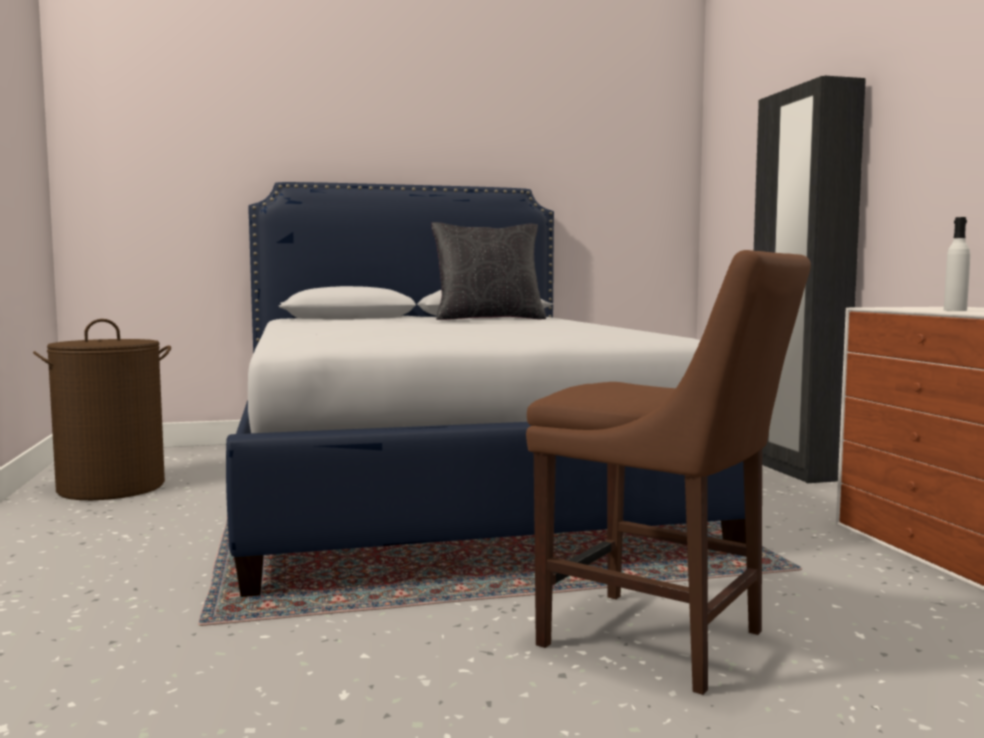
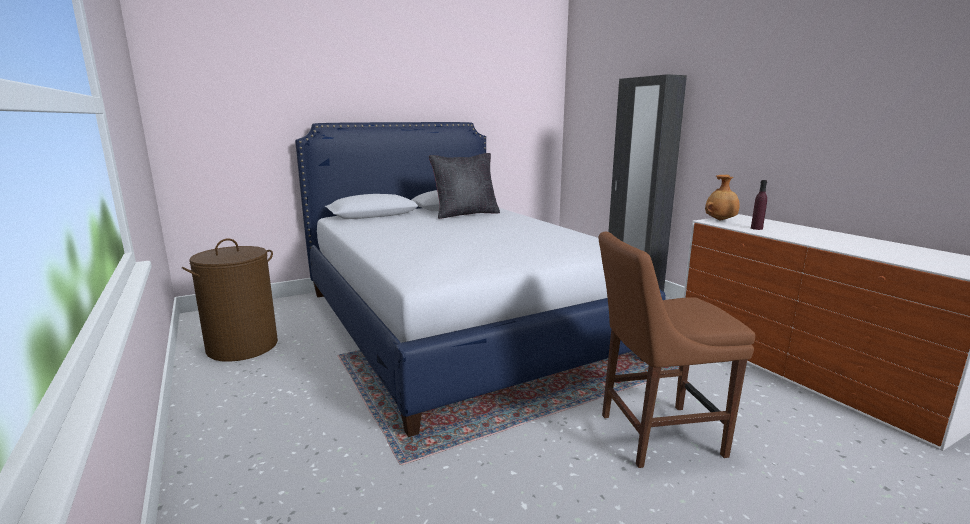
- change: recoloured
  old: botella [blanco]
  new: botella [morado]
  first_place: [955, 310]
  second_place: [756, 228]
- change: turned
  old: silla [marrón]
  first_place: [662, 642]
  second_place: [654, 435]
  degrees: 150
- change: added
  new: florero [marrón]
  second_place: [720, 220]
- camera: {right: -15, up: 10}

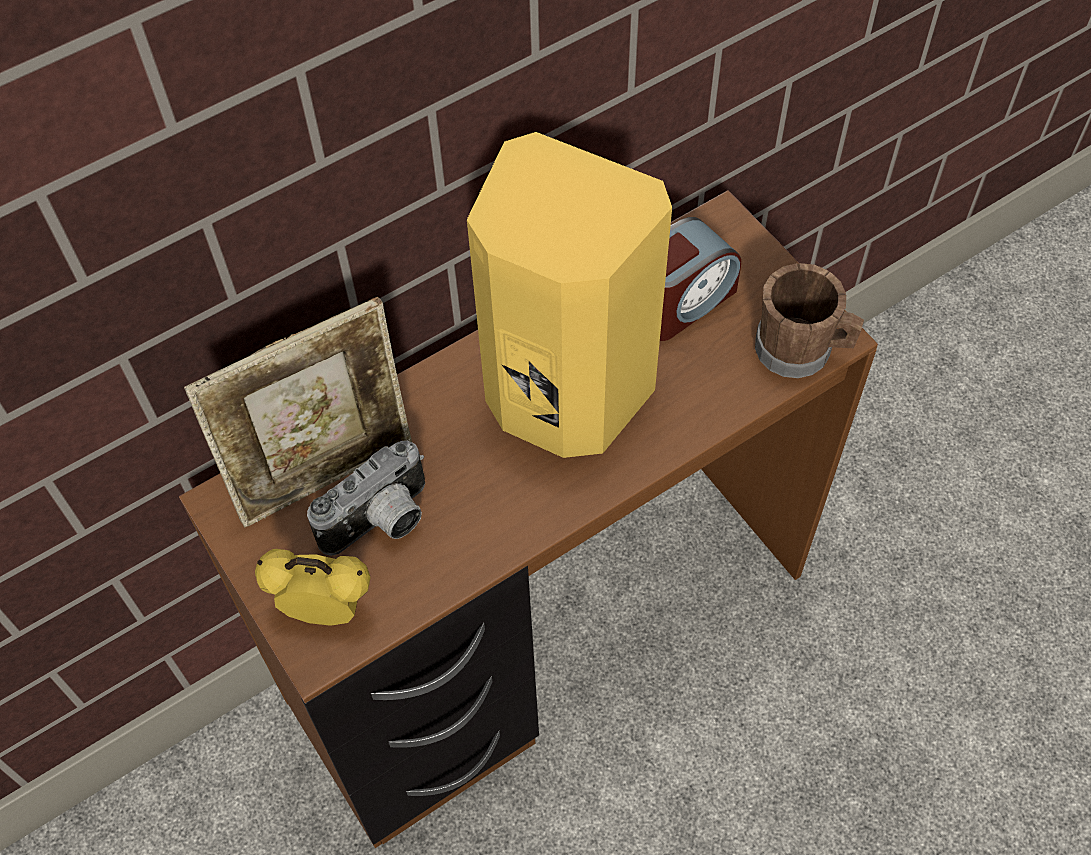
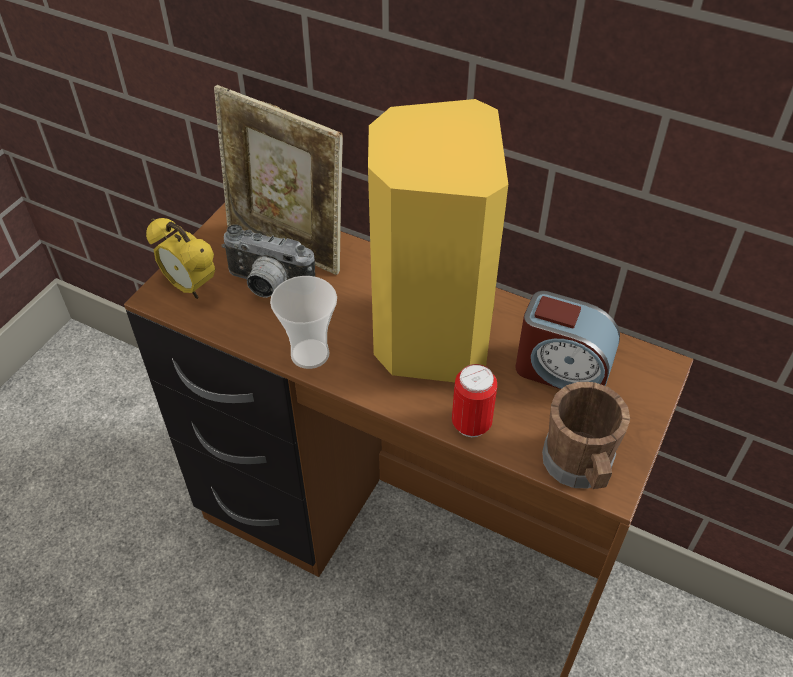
- change: turned
  old: despertador
  first_place: [326, 610]
  second_place: [190, 287]
  degrees: 150
- change: added
  new: taza
  second_place: [310, 354]
- change: added
  new: lata
  second_place: [471, 424]
- camera: {right: 60, up: -10}

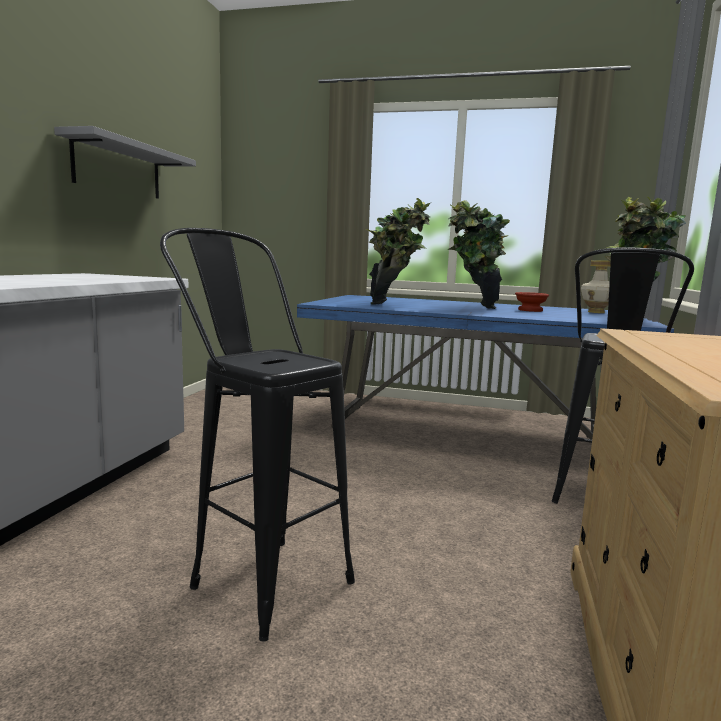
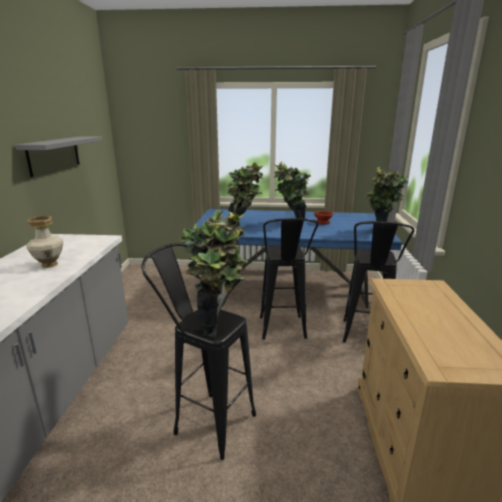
- change: moved
  old: florero
  first_place: [595, 312]
  second_place: [49, 265]
- change: added
  new: planta en maceta
  second_place: [219, 323]
- change: added
  new: taburete [negro]
  second_place: [283, 332]
- camera: {right: -10, up: 10}

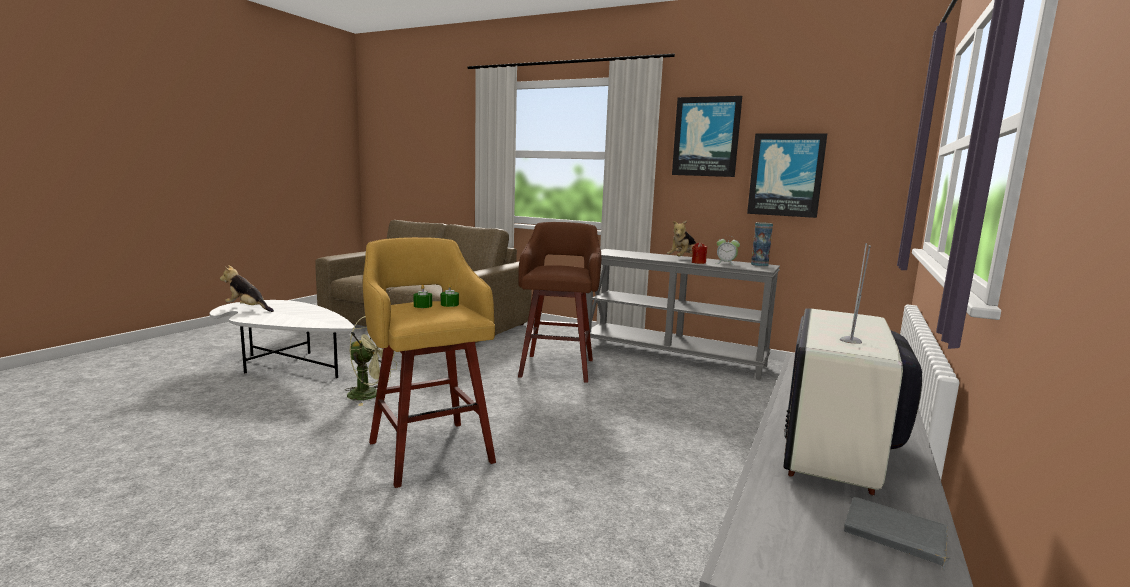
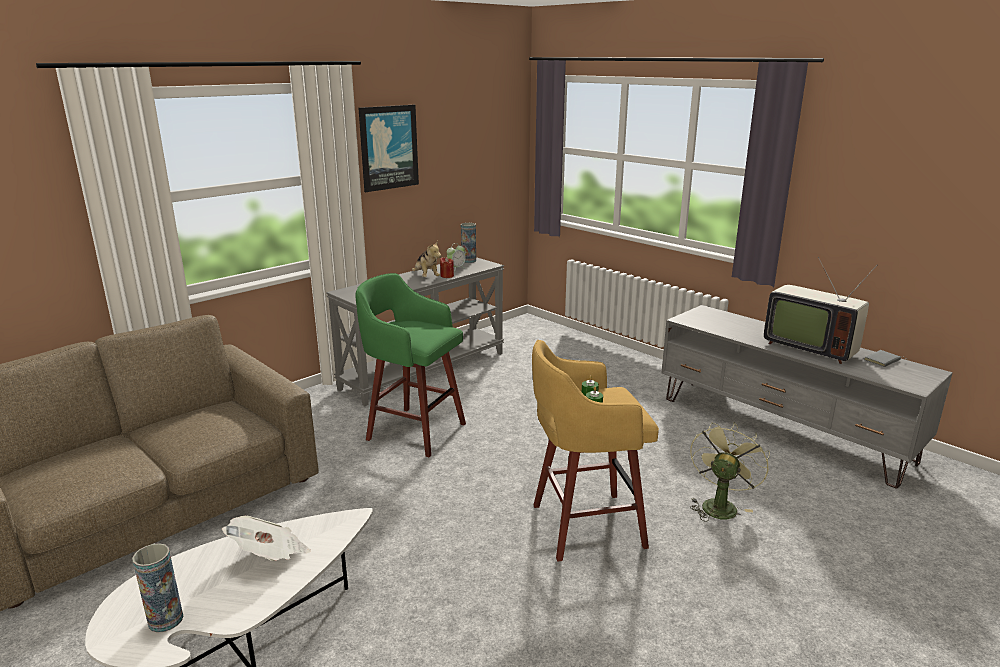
- change: removed
  old: cuadro
  first_place: [786, 175]
- change: recoloured
  old: taburete [marrón]
  new: taburete [verde]
  first_place: [558, 367]
  second_place: [414, 430]
- change: replaced
  old: peluche
  new: florero
  first_place: [248, 308]
  second_place: [165, 620]
- change: moved
  old: ventilador [verde]
  first_place: [371, 395]
  second_place: [719, 505]
- change: added
  new: periódico
  second_place: [270, 555]
- camera: {right: -70, up: 10}

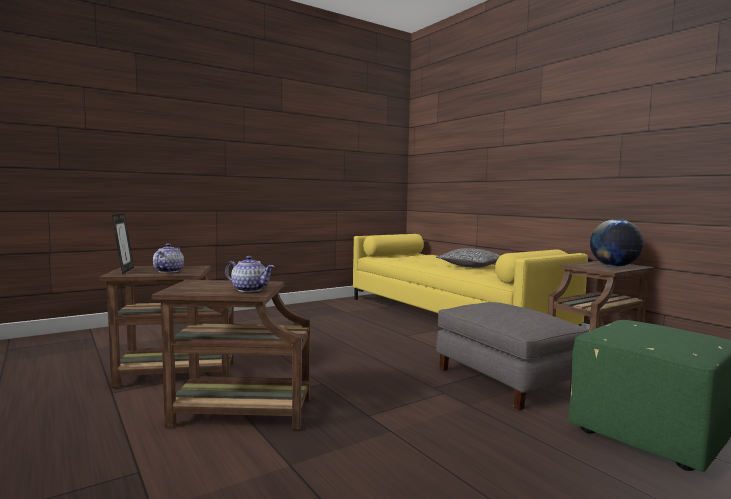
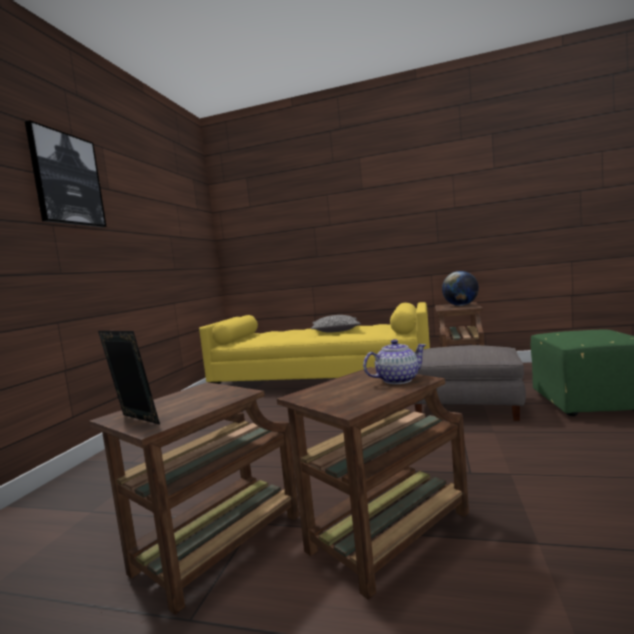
- change: removed
  old: tetera
  first_place: [168, 271]
- change: added
  new: cuadro
  second_place: [67, 179]
- camera: {right: -40, up: 0}

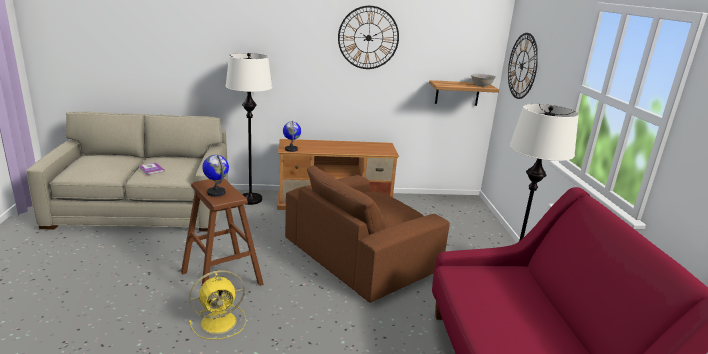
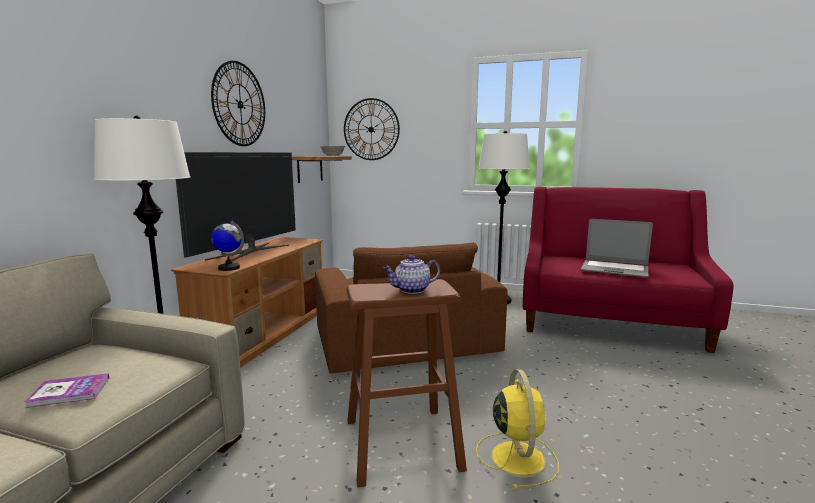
- change: replaced
  old: globo terráqueo
  new: tetera
  first_place: [216, 192]
  second_place: [411, 290]
- change: added
  new: televisor
  second_place: [250, 252]
- change: added
  new: portátil
  second_place: [614, 269]
- camera: {right: -65, up: -10}

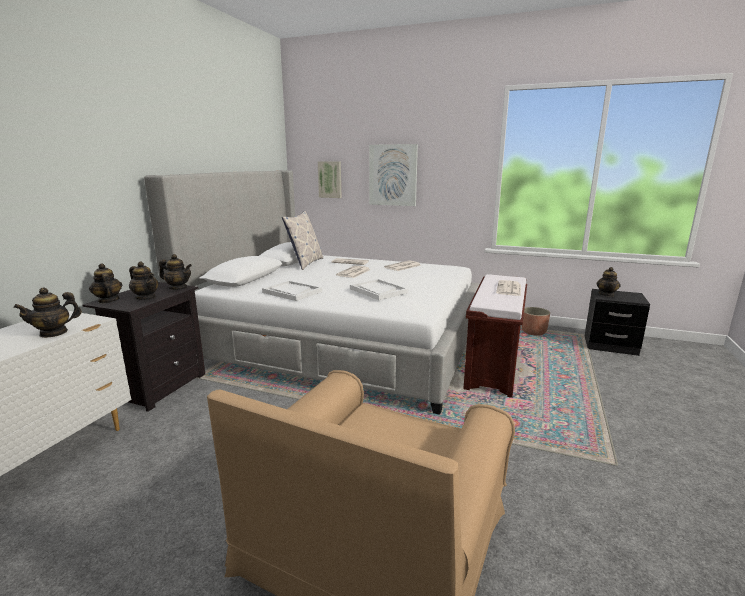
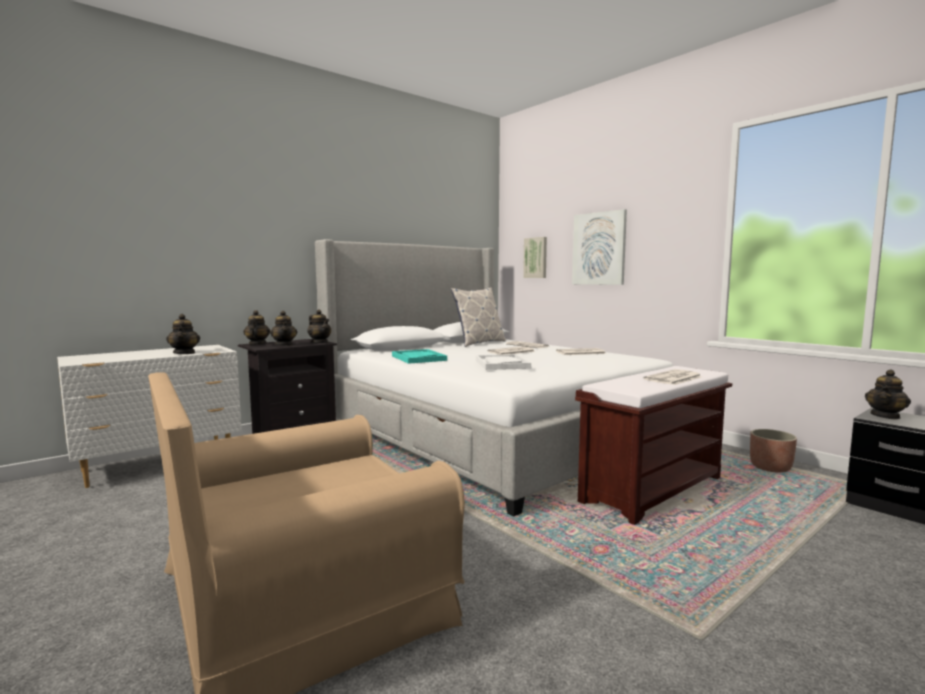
- change: recoloured
  old: bandeja [blanco]
  new: bandeja [turquesa]
  first_place: [292, 292]
  second_place: [418, 358]
- change: turned
  old: tetera
  first_place: [54, 333]
  second_place: [184, 353]
  degrees: -105
- camera: {right: 30, up: -10}

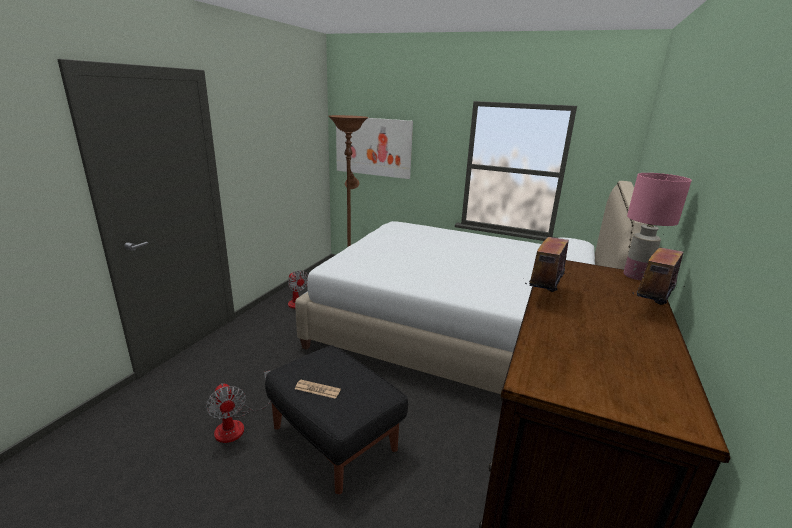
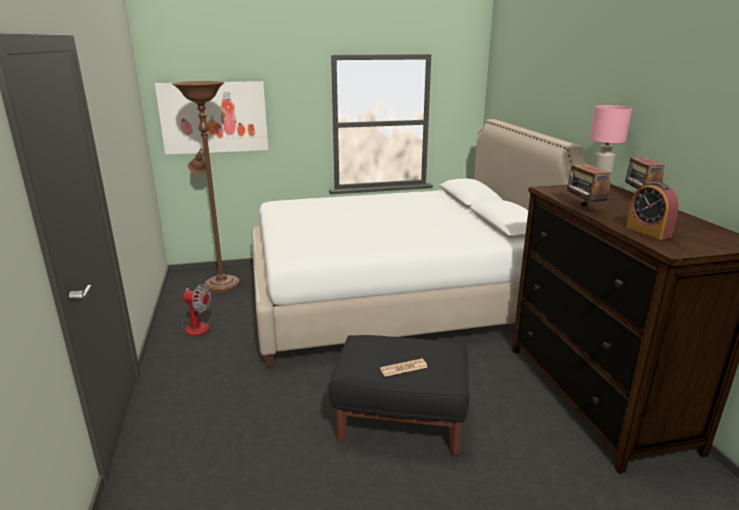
- change: removed
  old: ventilador
  first_place: [237, 424]
- change: added
  new: despertador
  second_place: [648, 232]
- camera: {right: -35, up: 0}

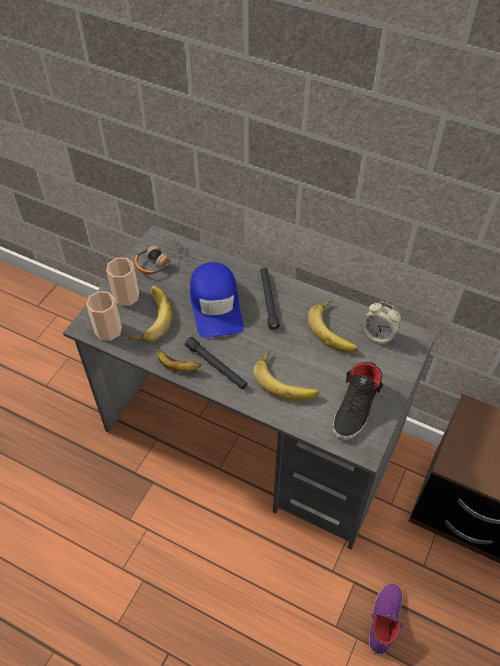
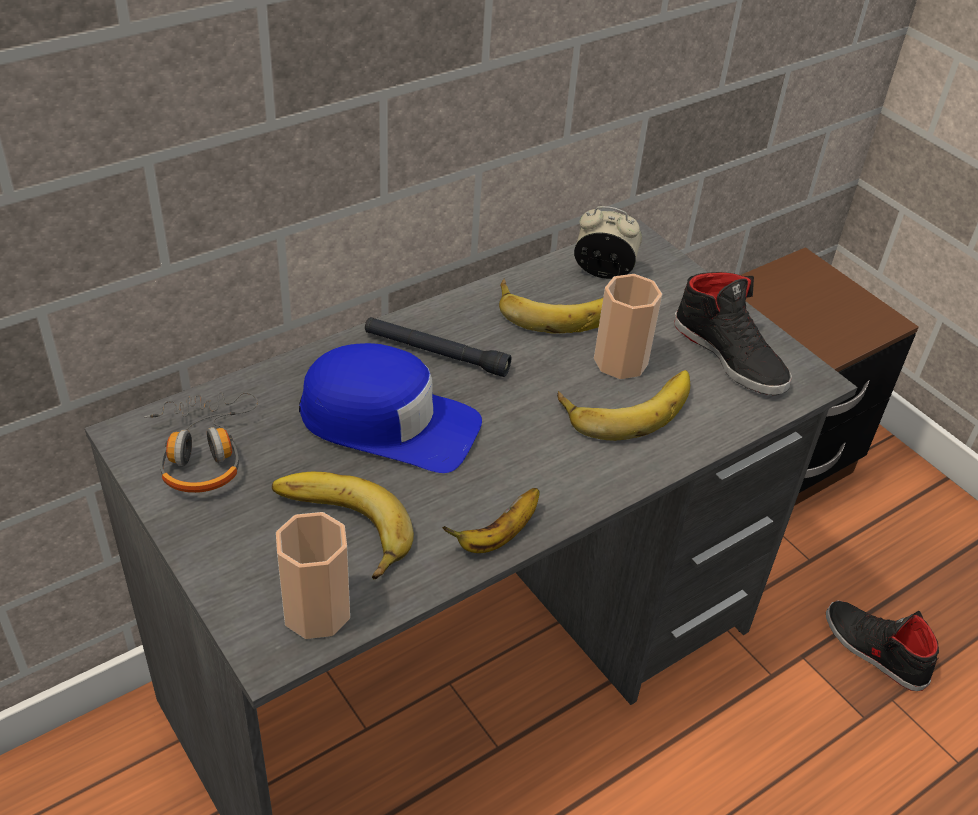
- change: moved
  old: taza
  first_place: [126, 296]
  second_place: [620, 361]
- change: turned
  old: despertador
  first_place: [378, 335]
  second_place: [603, 272]
  degrees: -135
- change: removed
  old: linterna [negro]
  first_place: [216, 366]
- change: recoloured
  old: zapato [morado]
  new: zapato [negro]
  first_place: [384, 619]
  second_place: [874, 650]
- camera: {right: -65, up: -10}

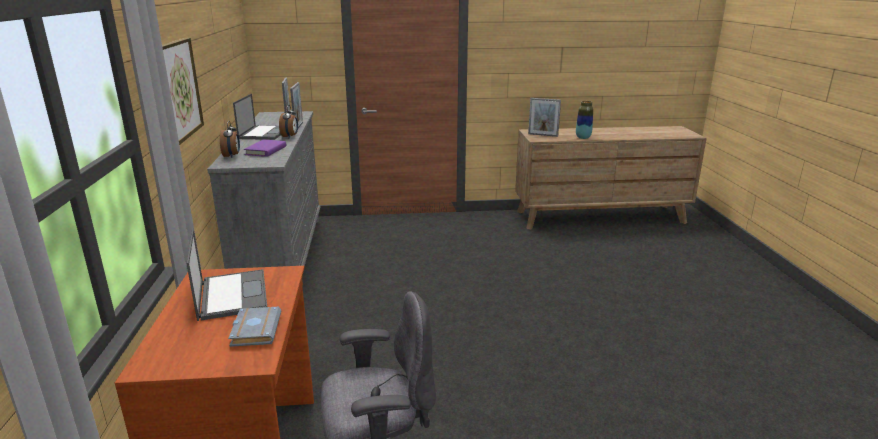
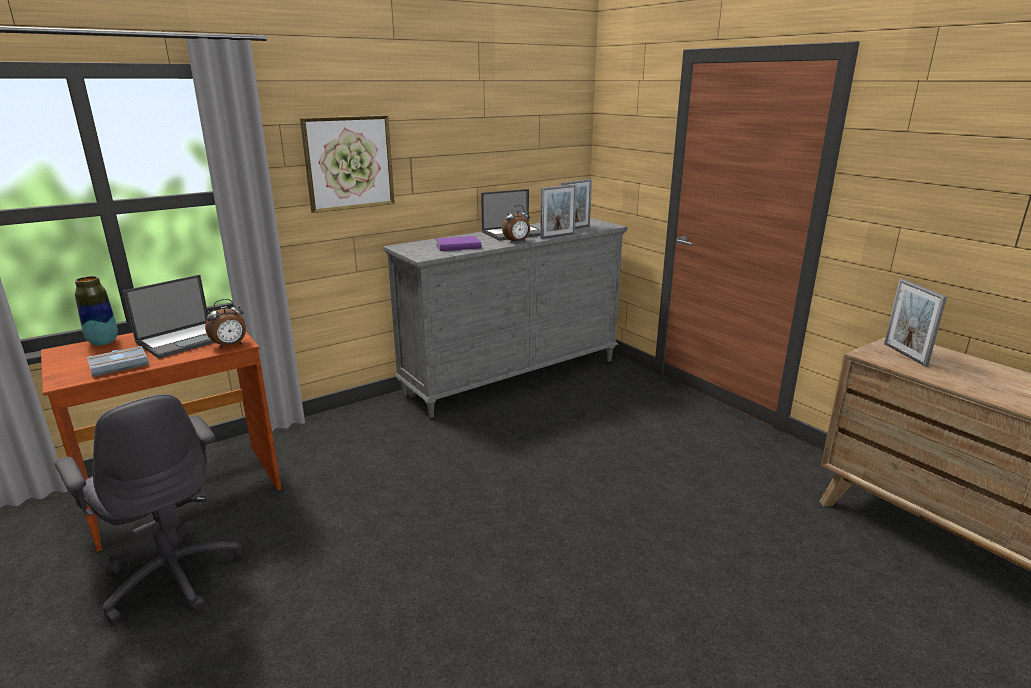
- change: moved
  old: florero
  first_place: [583, 137]
  second_place: [103, 342]
- change: moved
  old: despertador
  first_place: [232, 156]
  second_place: [230, 346]
- camera: {right: 60, up: 0}

